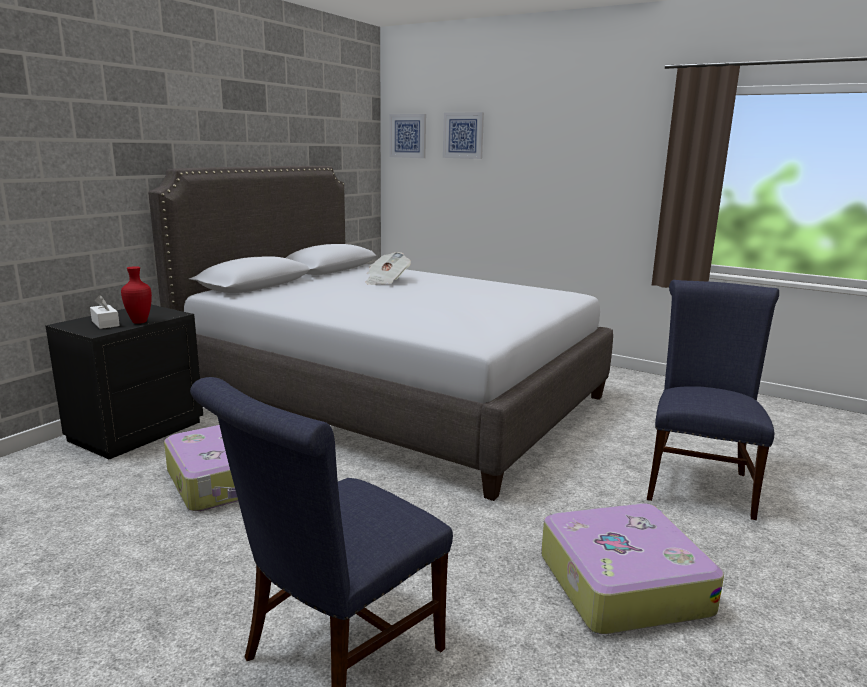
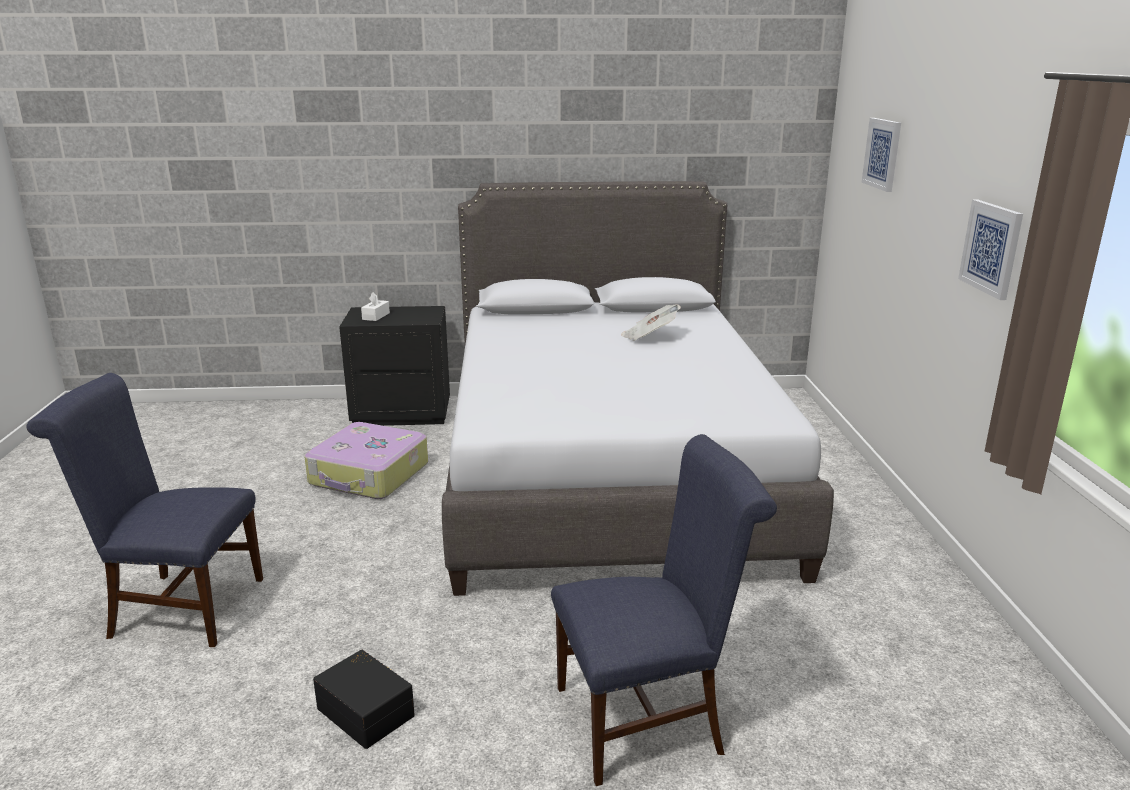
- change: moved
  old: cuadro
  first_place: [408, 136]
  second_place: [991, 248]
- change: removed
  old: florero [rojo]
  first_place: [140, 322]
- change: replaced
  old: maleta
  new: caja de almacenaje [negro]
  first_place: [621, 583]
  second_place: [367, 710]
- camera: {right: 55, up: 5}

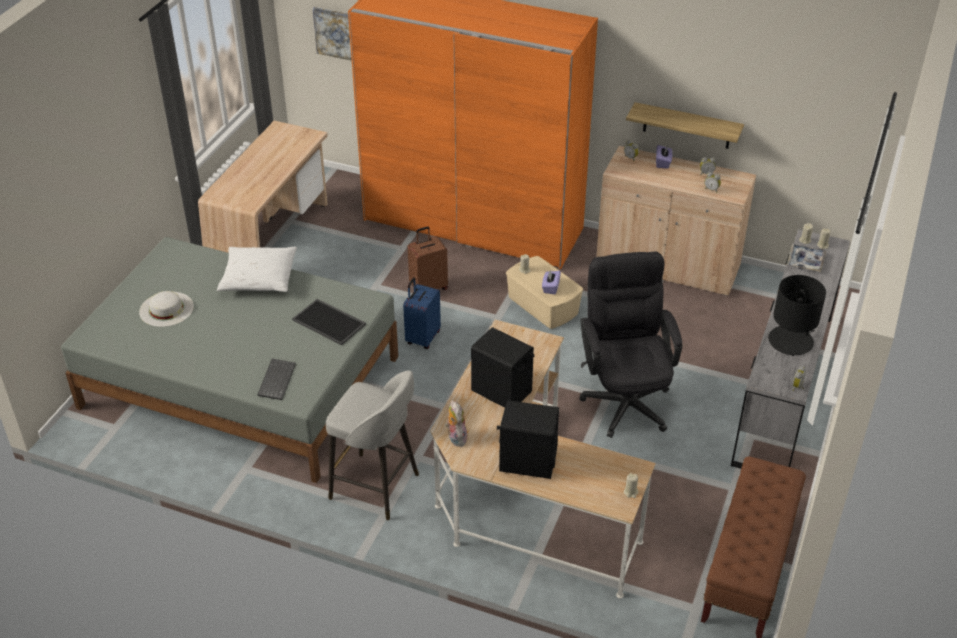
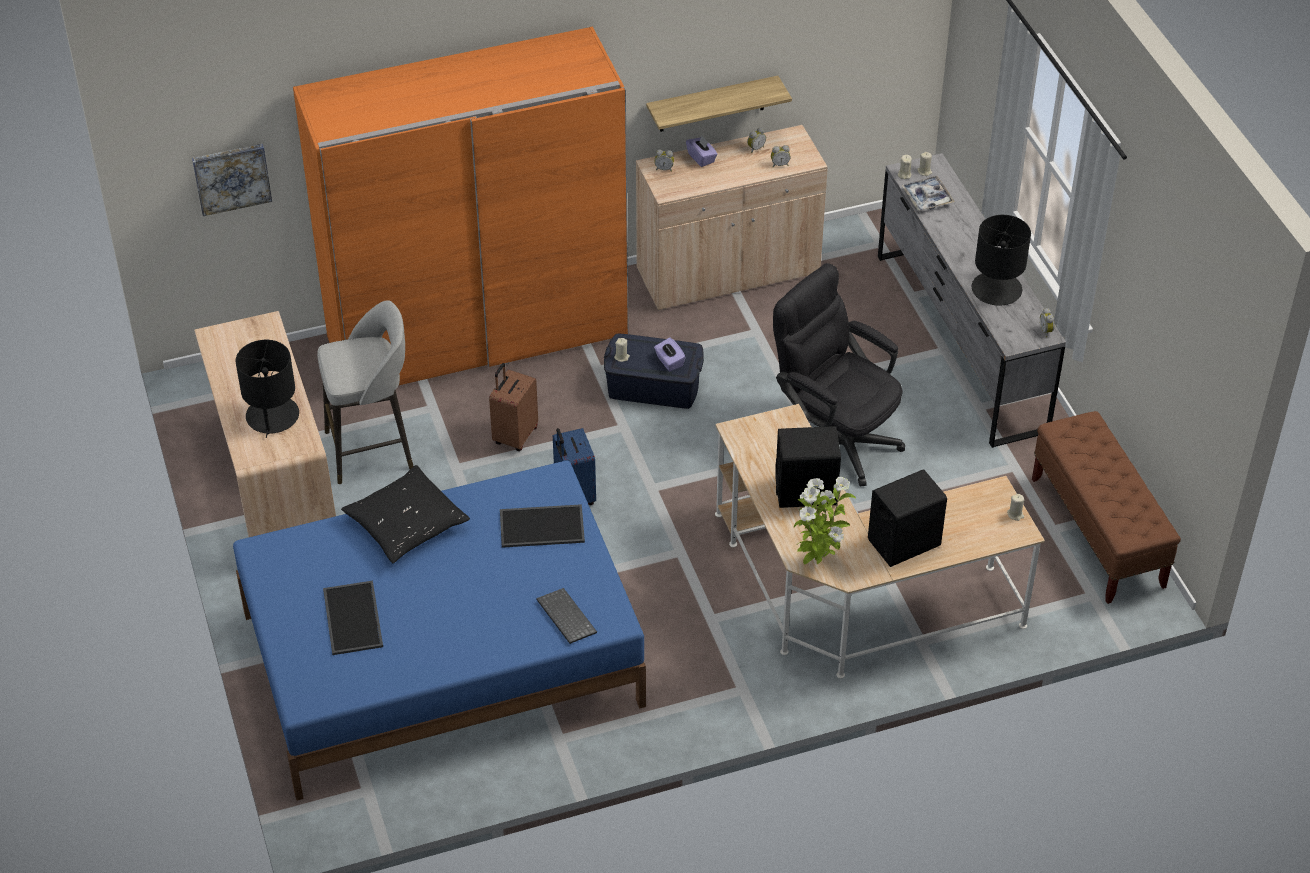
- change: recoloured
  old: cama [gris]
  new: cama [azul]
  first_place: [241, 381]
  second_place: [441, 657]
- change: recoloured
  old: cojín [blanco]
  new: cojín [negro]
  first_place: [259, 278]
  second_place: [406, 524]
- change: recoloured
  old: caja de almacenaje [beis]
  new: caja de almacenaje [azul]
  first_place: [542, 305]
  second_place: [653, 387]
- change: replaced
  old: sombrero [blanco]
  new: bandeja
  first_place: [166, 309]
  second_place: [351, 617]
- change: moved
  old: taburete [gris]
  first_place: [376, 487]
  second_place: [372, 450]
- change: replaced
  old: peluche
  new: planta en maceta
  first_place: [455, 437]
  second_place: [817, 561]
- change: added
  new: lámpara de mesa [negro]
  second_place: [272, 416]
- camera: {right: -40, up: 5}

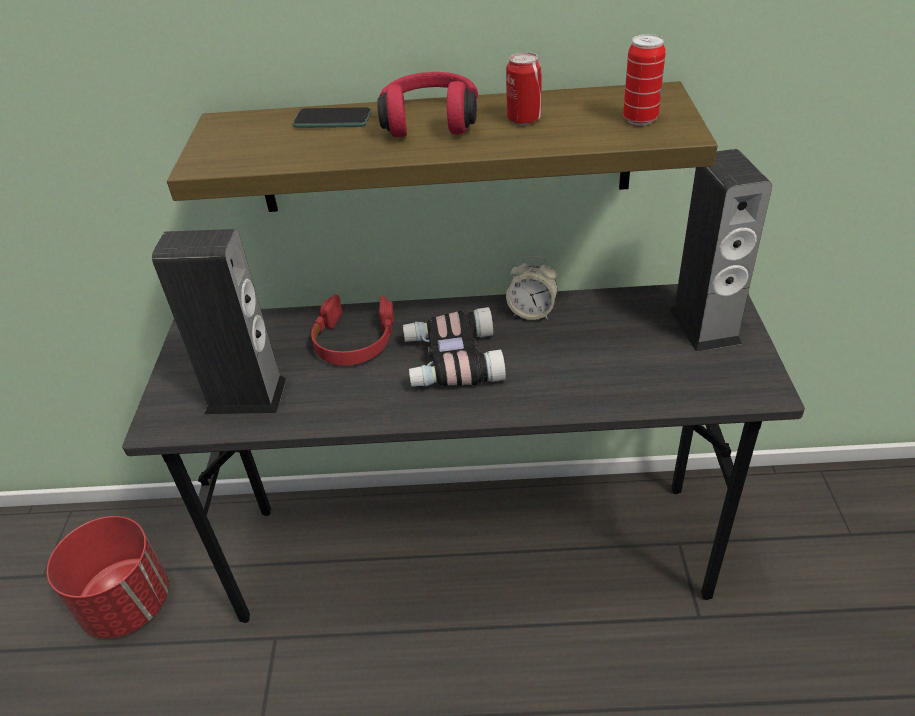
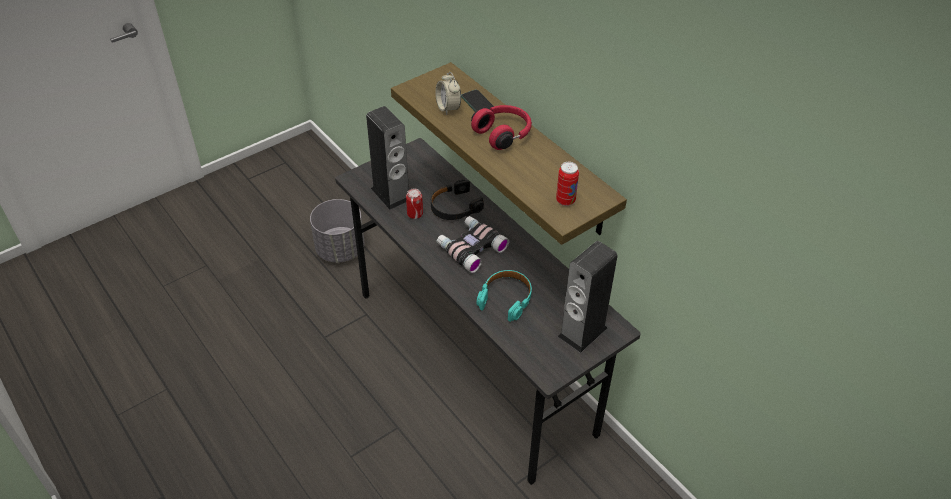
- change: moved
  old: lata
  first_place: [524, 119]
  second_place: [415, 214]
- change: moved
  old: despertador
  first_place: [532, 312]
  second_place: [448, 108]
- change: recoloured
  old: auriculares [rojo]
  new: auriculares [negro]
  first_place: [353, 341]
  second_place: [454, 207]
- change: recoloured
  old: maceta [rojo]
  new: maceta [gris]
  first_place: [128, 603]
  second_place: [340, 249]
- change: added
  new: auriculares [turquesa]
  second_place: [506, 298]
- camera: {right: 50, up: 5}

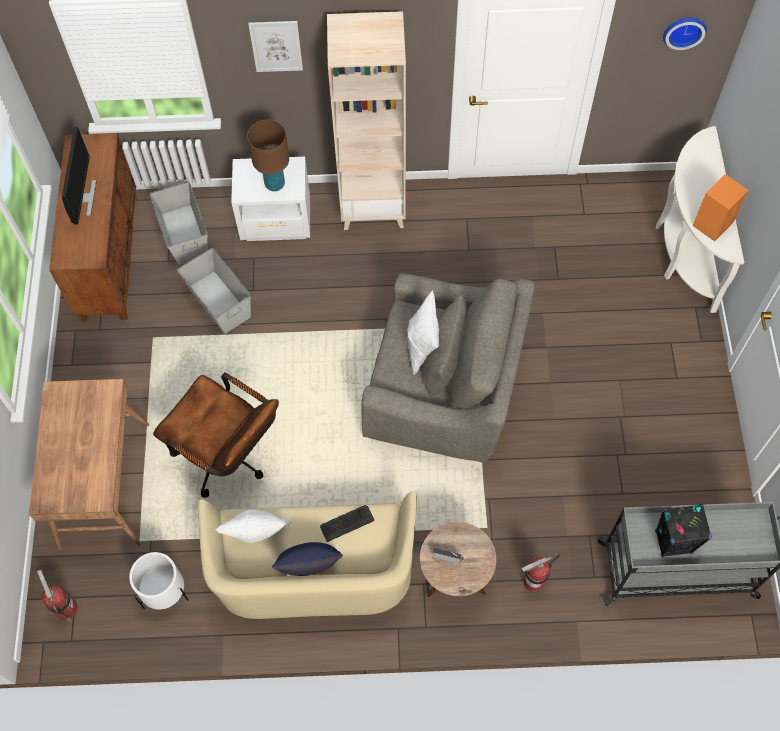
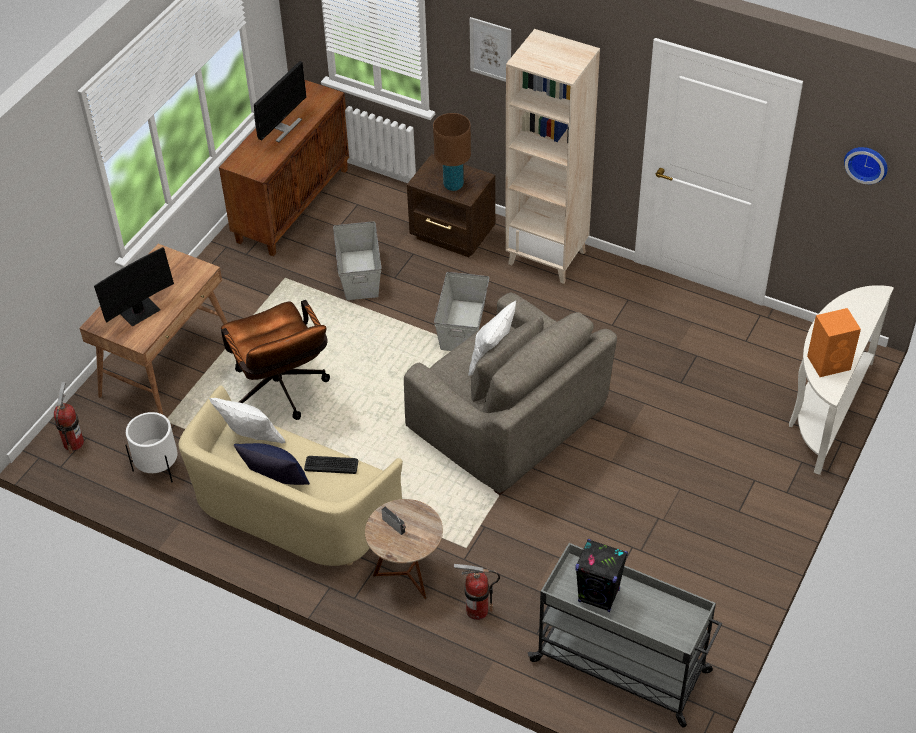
- change: recoloured
  old: mesita de noche [blanco]
  new: mesita de noche [marrón]
  first_place: [277, 223]
  second_place: [453, 235]
- change: moved
  old: caja de almacenaje [gris]
  first_place: [184, 234]
  second_place: [462, 326]
- change: added
  new: monitor
  second_place: [139, 311]
- camera: {right: 30, up: -15}

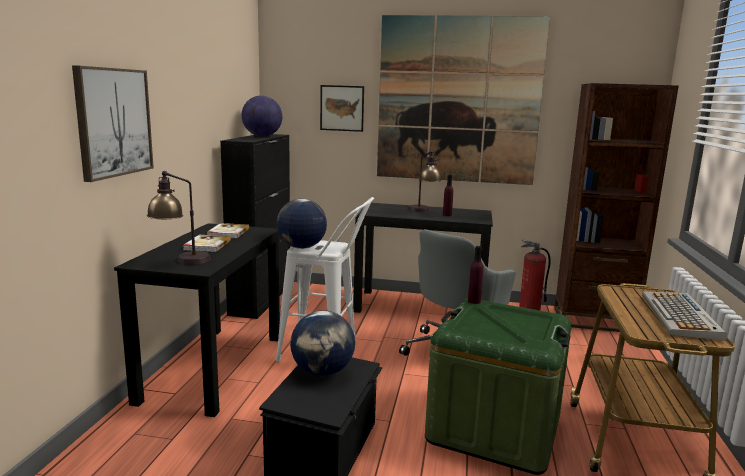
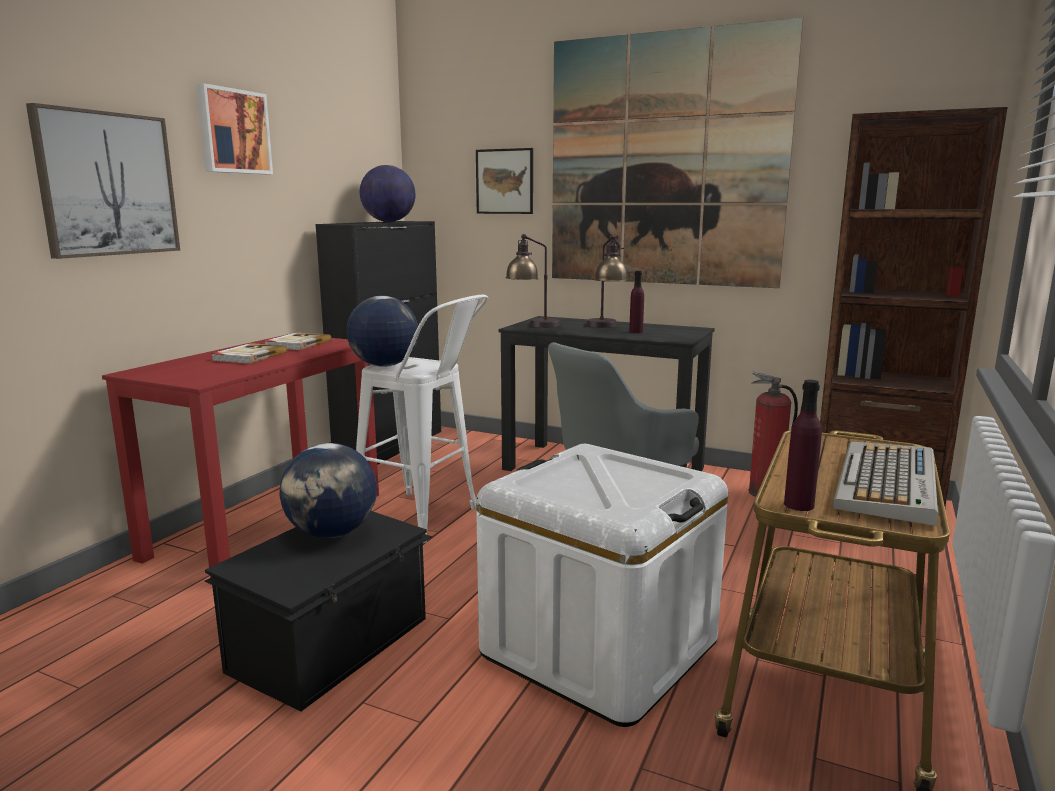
- change: moved
  old: lámpara de mesa
  first_place: [181, 262]
  second_place: [533, 325]
- change: recoloured
  old: escritorio [negro]
  new: escritorio [rojo]
  first_place: [214, 367]
  second_place: [269, 524]
- change: moved
  old: botella [morado]
  first_place: [474, 301]
  second_place: [799, 505]
- change: recoloured
  old: caja de almacenaje [verde]
  new: caja de almacenaje [blanco]
  first_place: [494, 428]
  second_place: [599, 648]
- change: added
  new: cuadro
  second_place: [233, 131]
- camera: {right: 15, up: 0}

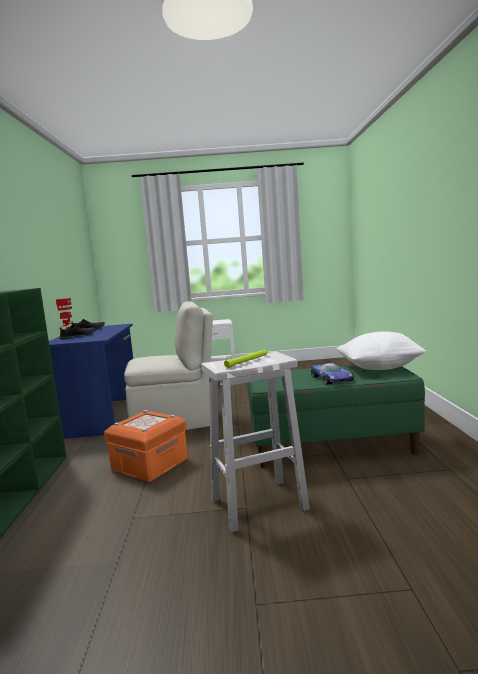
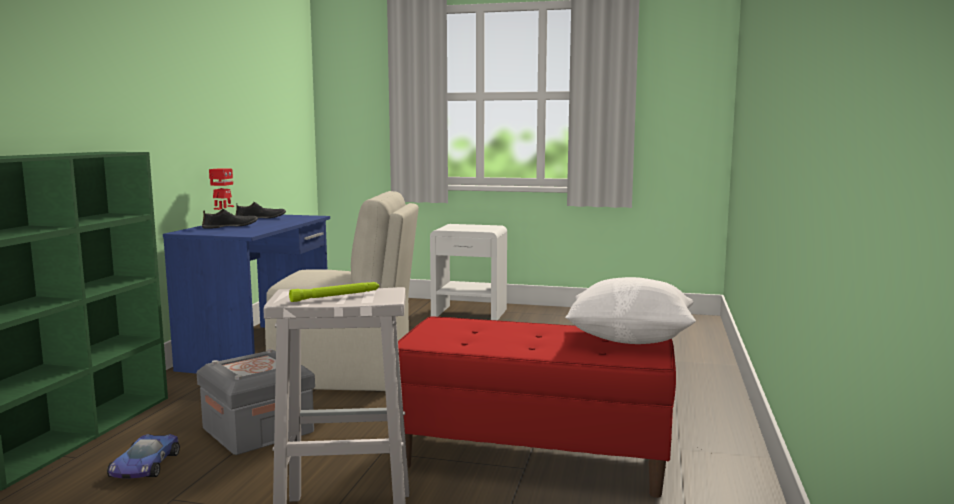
- change: moved
  old: coche de juguete
  first_place: [332, 379]
  second_place: [144, 465]
- change: recoloured
  old: banco [verde]
  new: banco [rojo]
  first_place: [332, 446]
  second_place: [534, 456]
- change: recoloured
  old: caja de almacenaje [naranja]
  new: caja de almacenaje [gris]
  first_place: [150, 464]
  second_place: [258, 430]
- camera: {right: 15, up: 0}

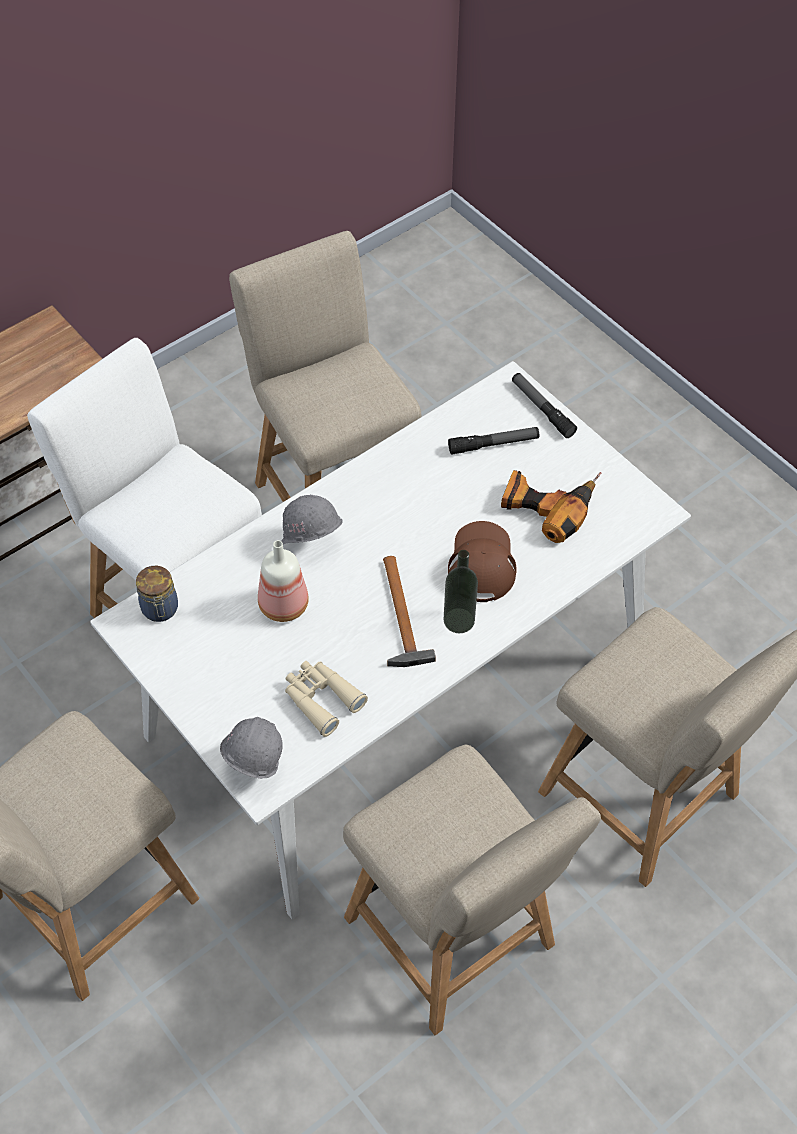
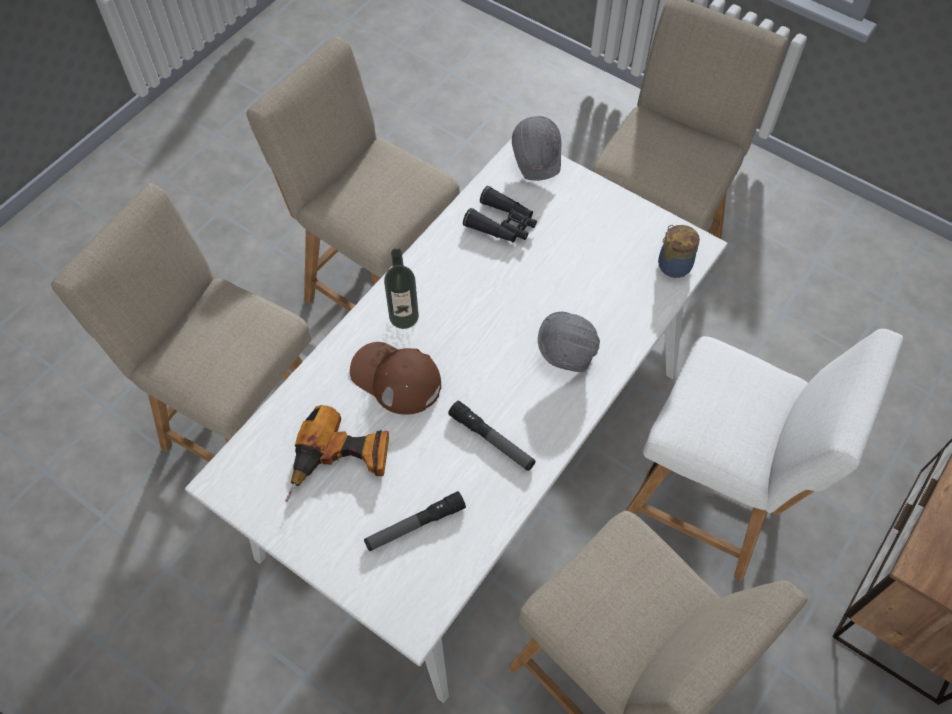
- change: moved
  old: linterna
  first_place: [542, 409]
  second_place: [492, 440]
- change: turned
  old: gorra [marrón]
  first_place: [481, 563]
  second_place: [396, 378]
  degrees: 135
- change: removed
  old: botella
  first_place: [284, 606]
- change: removed
  old: martillo
  first_place: [401, 618]
- change: recoloured
  old: prismáticos [beis]
  new: prismáticos [negro]
  first_place: [321, 699]
  second_place: [502, 224]
- camera: {right: 165, up: 5}

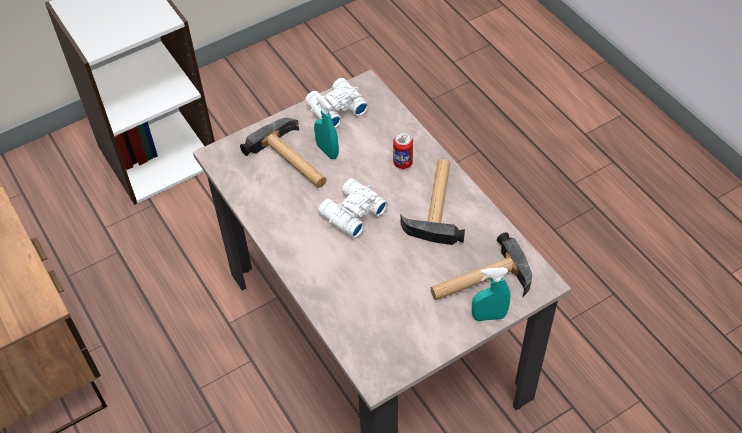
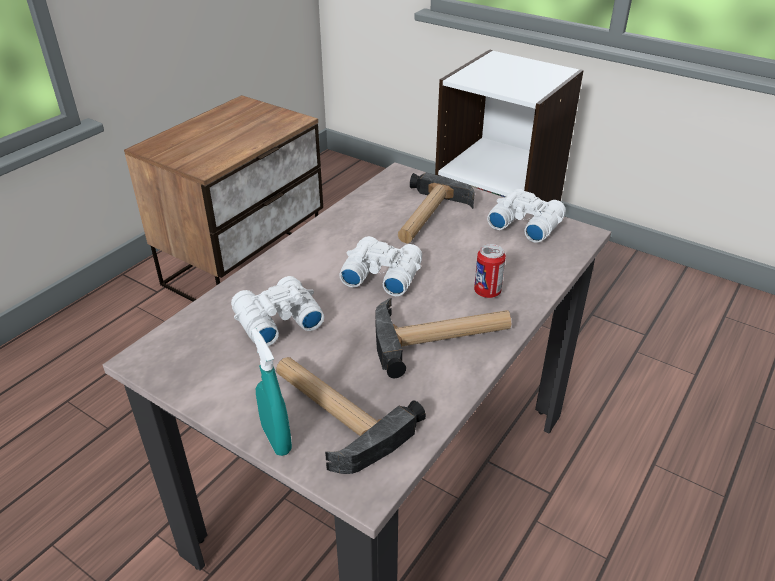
- change: removed
  old: pulverizador [turquesa]
  first_place: [327, 151]
- change: added
  new: prismáticos [blanco]
  second_place: [276, 320]
- camera: {right: 65, up: -15}

